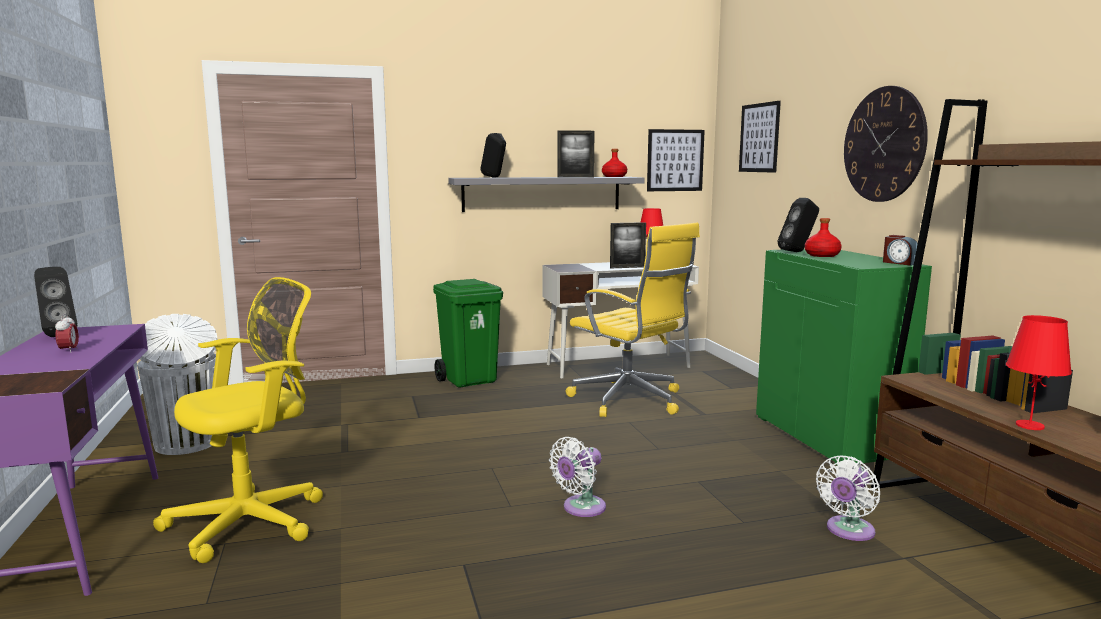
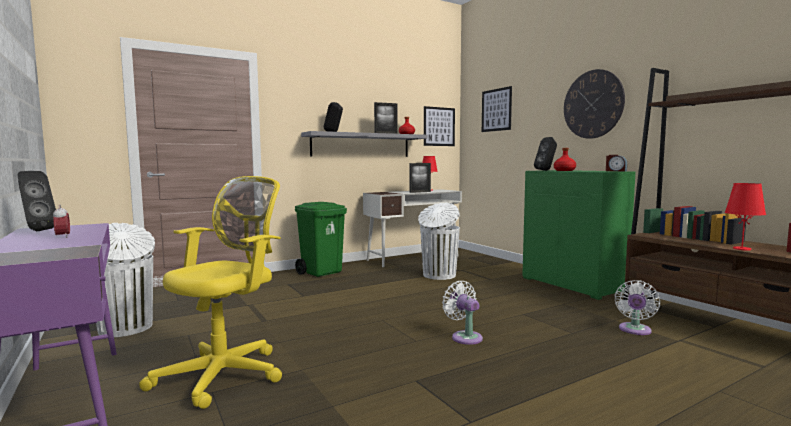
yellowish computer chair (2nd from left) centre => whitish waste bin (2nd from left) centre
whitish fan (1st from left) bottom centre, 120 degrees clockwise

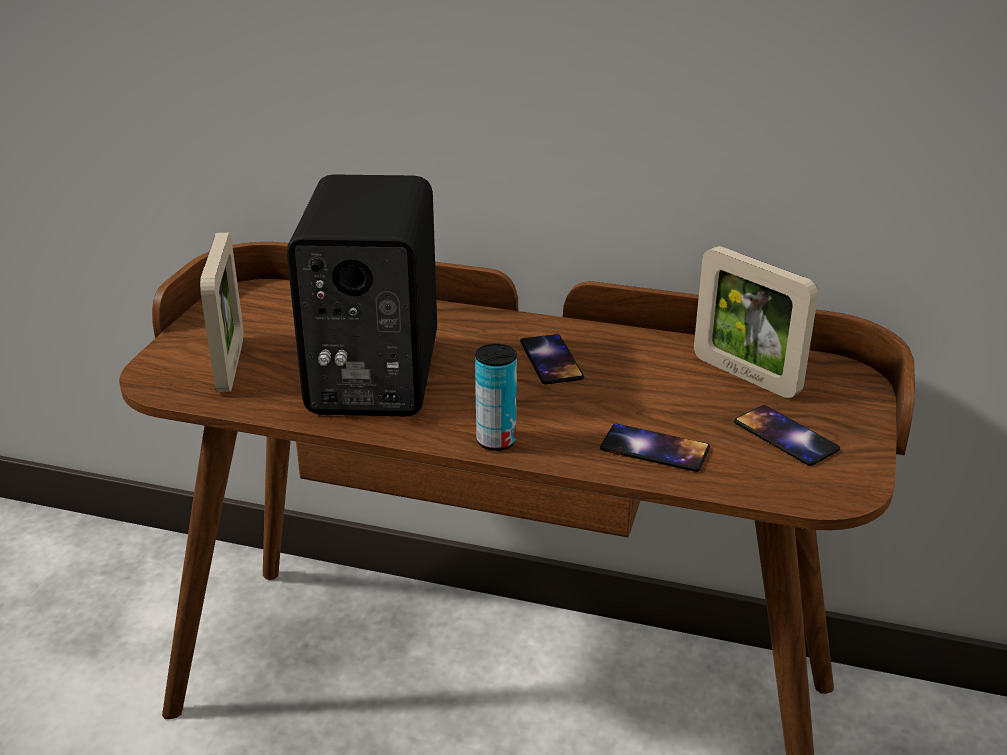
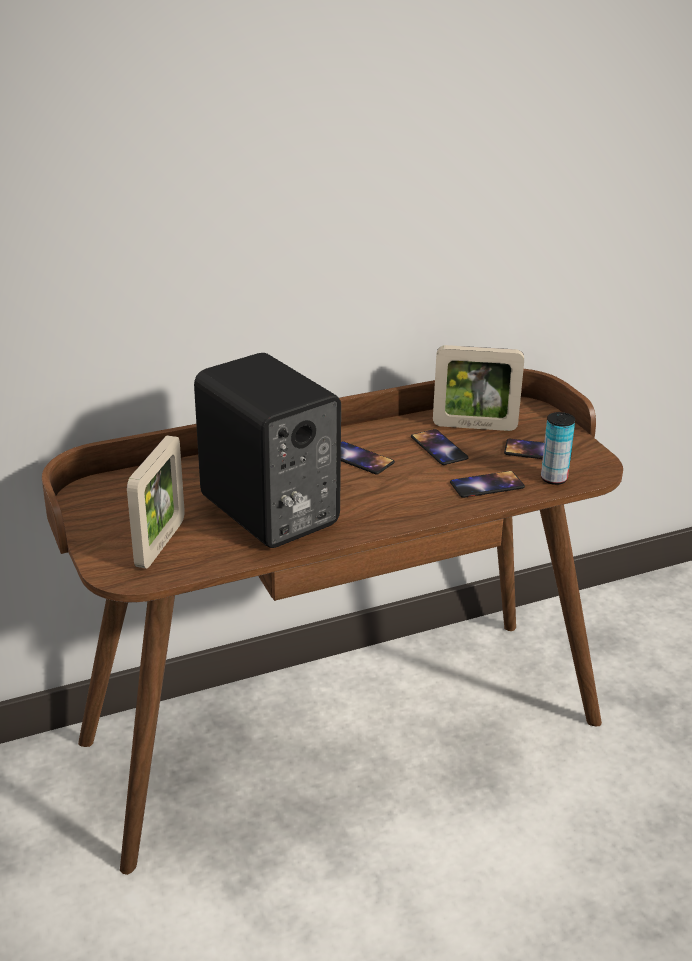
photo frame (1st from left) middle left, 60 degrees clockwise
nothing => telephone (2nd from left) centre
can centre => can middle right, move

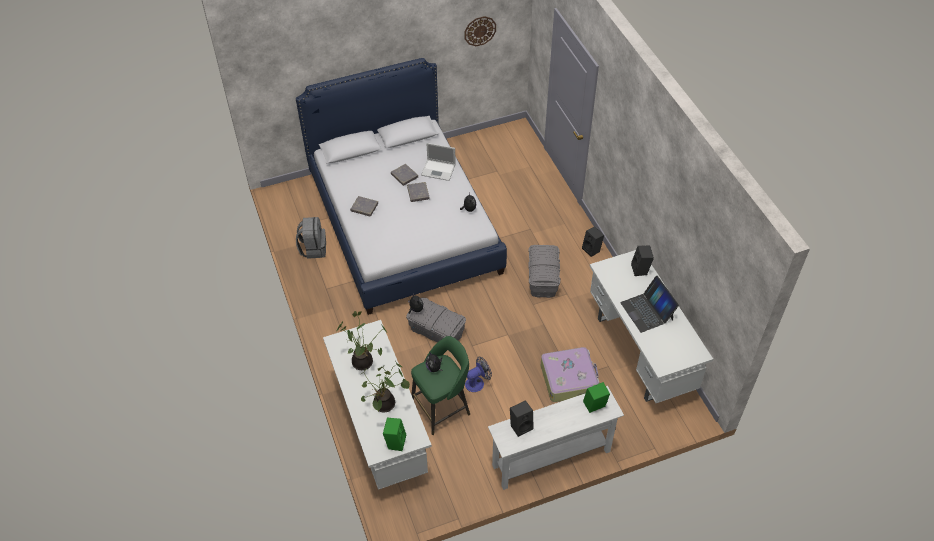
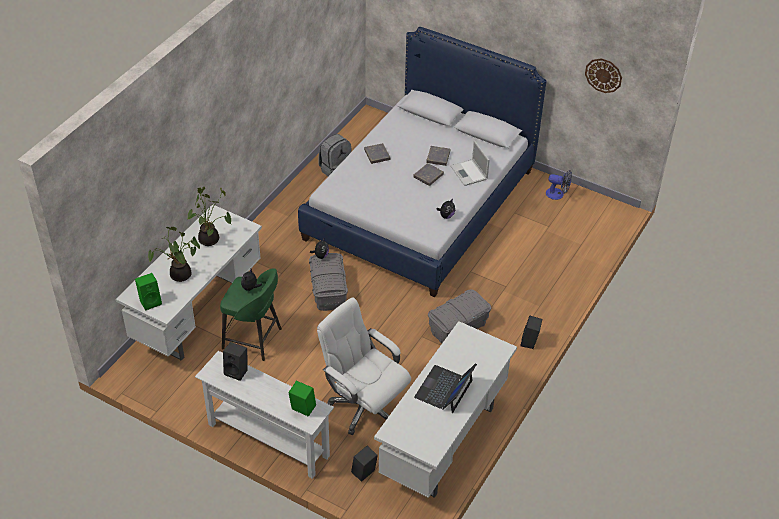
piece of luggage bottom centre => whitish computer chair bottom centre
black-coloured speaker (3rd from left in the first image) middle right => black-coloured speaker (2nd from left) bottom centre, move
fan bottom centre => fan middle right, move

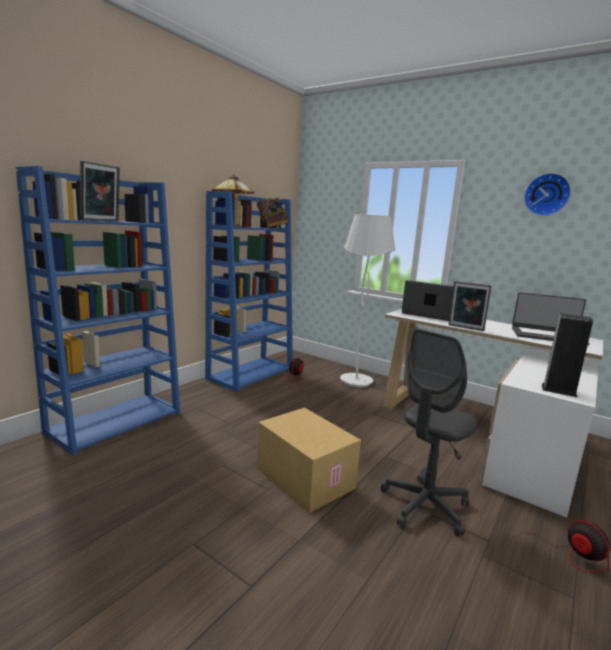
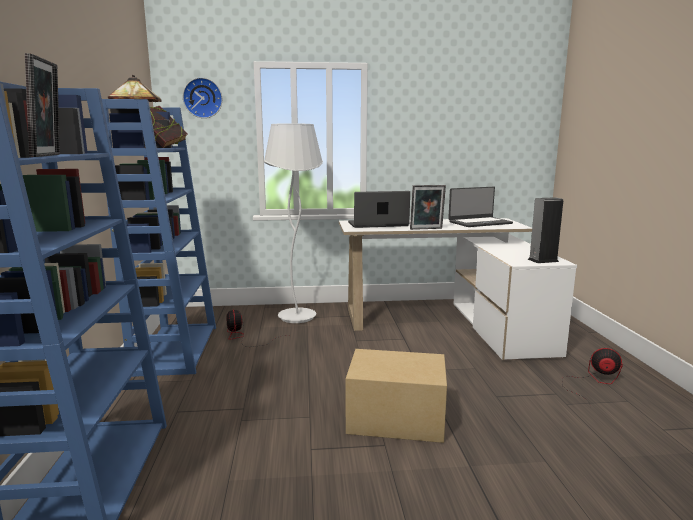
hanging clock top right => hanging clock top left, move
greyish computer chair middle right => nothing

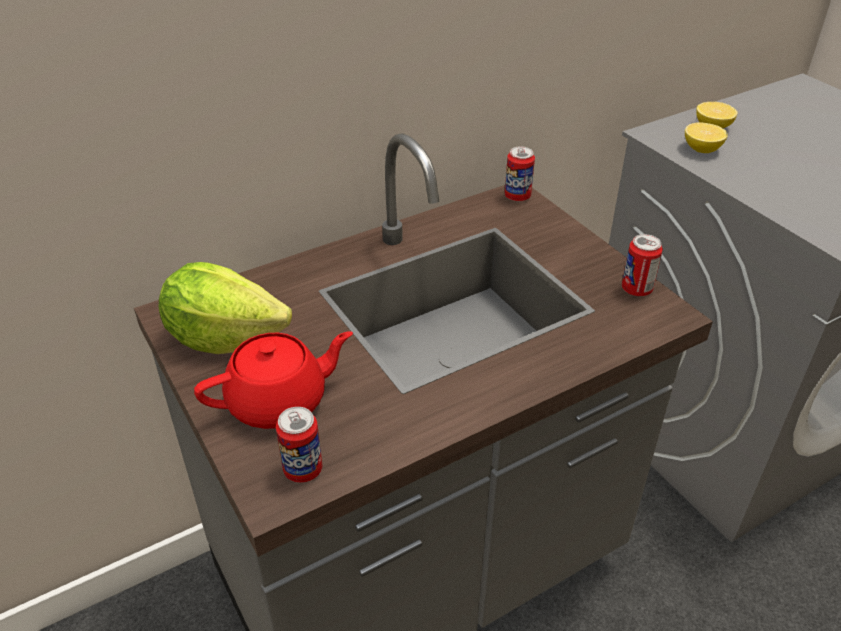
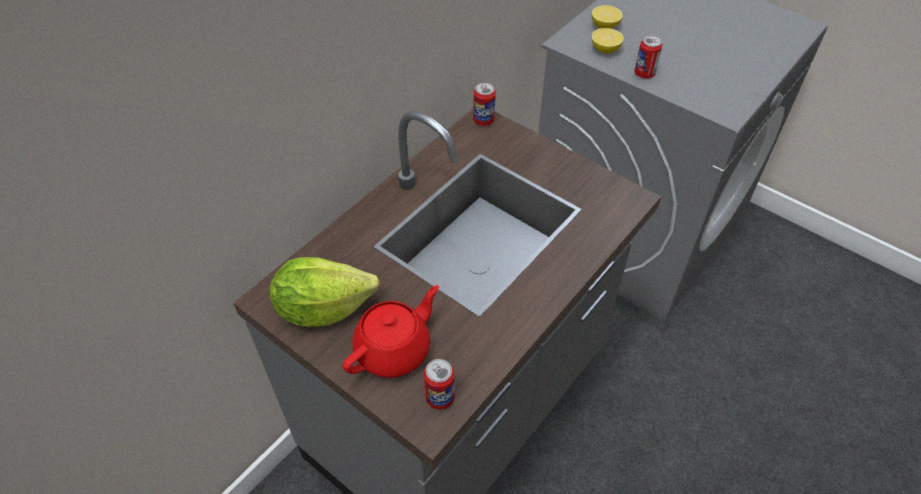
can (3rd from left) middle right => can (3rd from left) top right, move

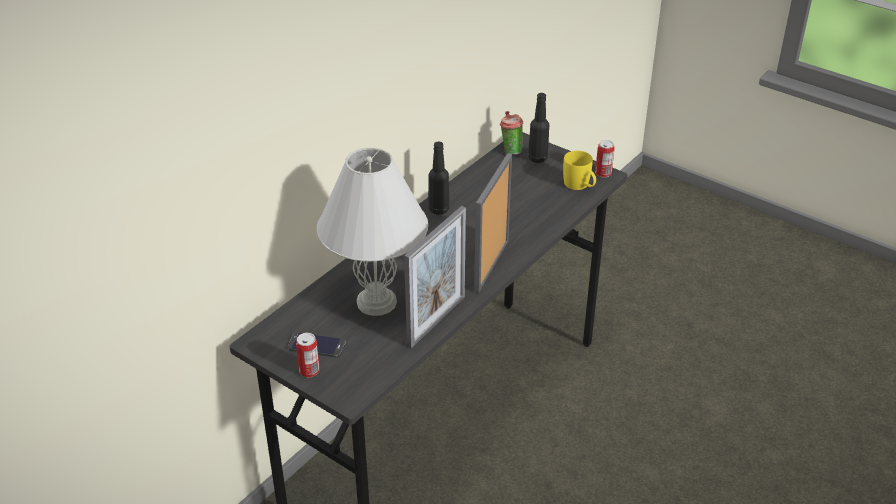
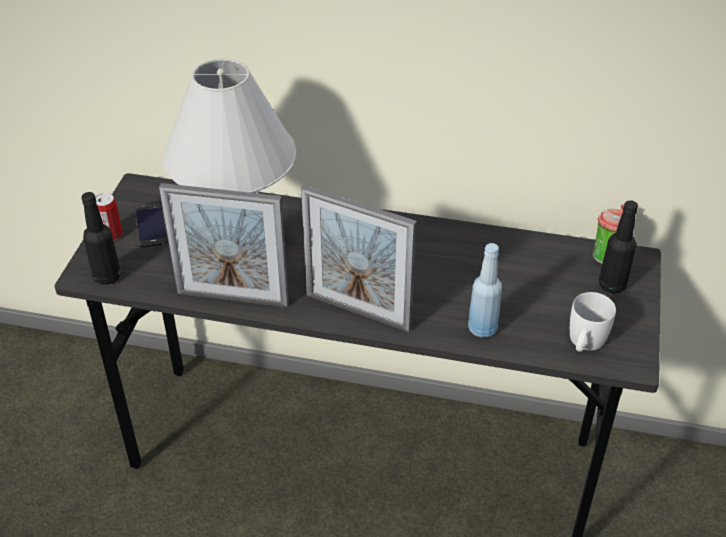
black-coloured beverage bottle (1st from left) centre => black-coloured beverage bottle (1st from left) middle left, move
photo frame (2nd from left) centre, 150 degrees counterclockwise
nothing => blue-coloured beverage bottle middle right
yellowish tea mug centre => whitish tea mug middle right
can (2nd from left) top right => nothing

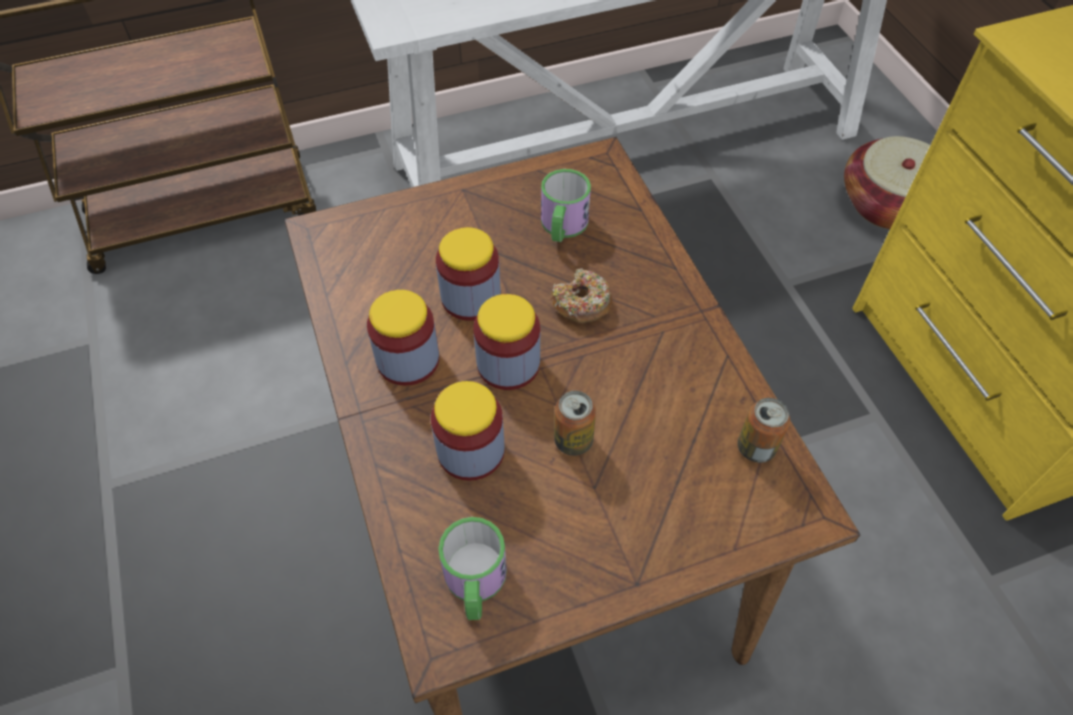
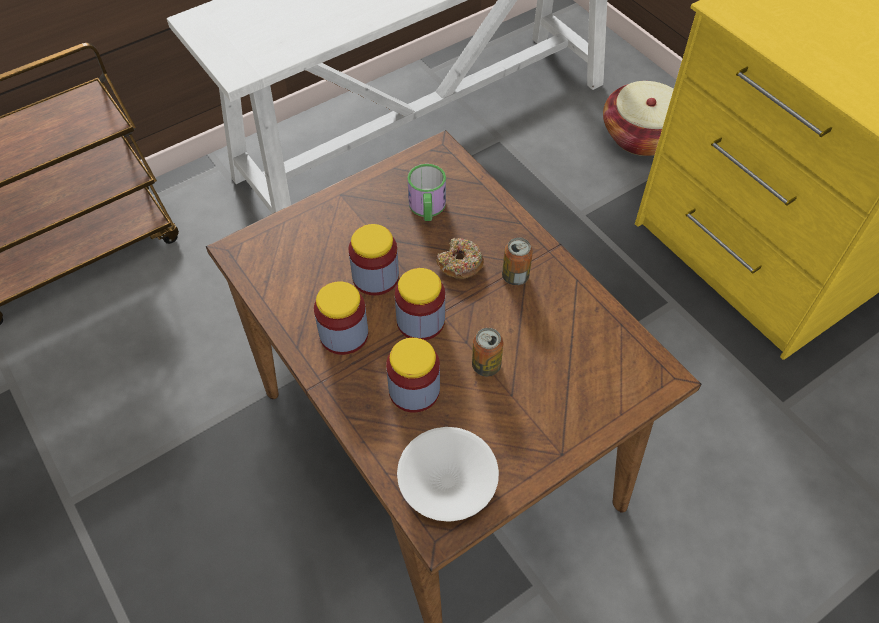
tea mug (1st from left) bottom centre => whitish deep dish bottom centre
can (2nd from left) middle right => can (2nd from left) centre, move

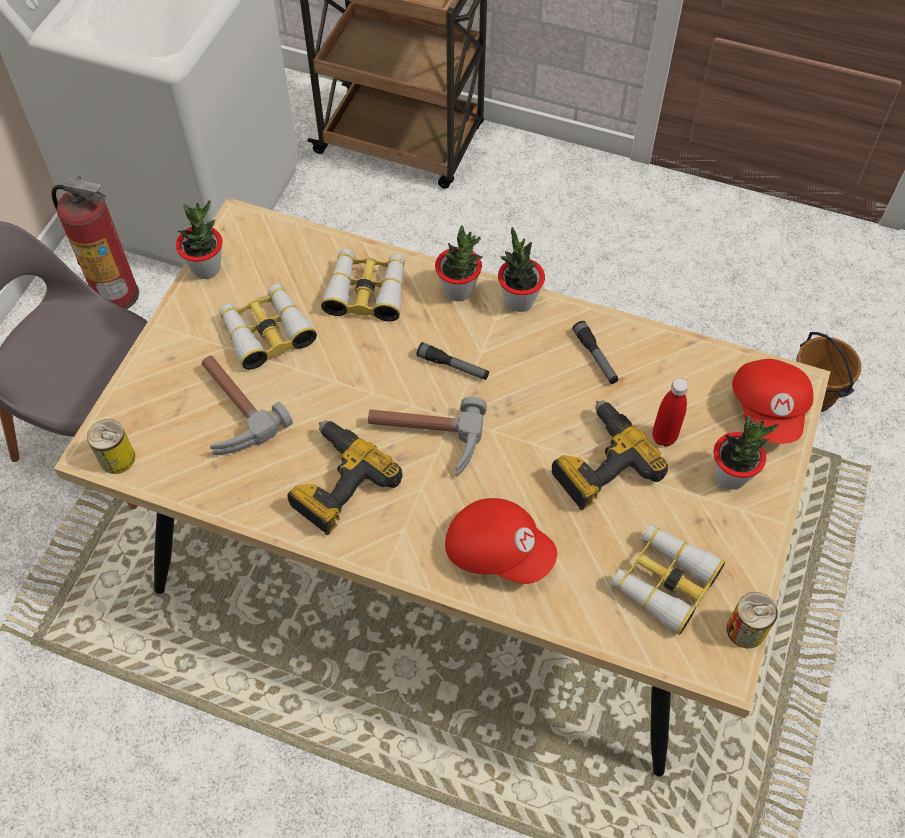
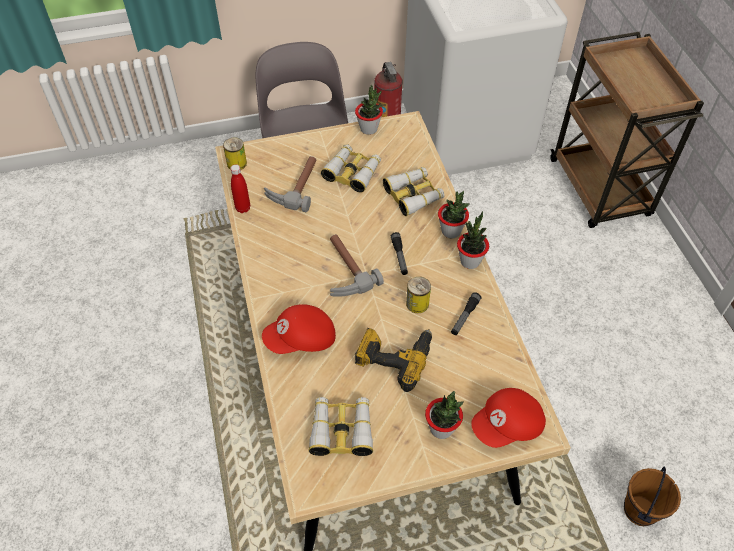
reddish beverage bottle middle right => reddish beverage bottle middle left, move
reddish peaked cap (1st from left) centre, 75 degrees clockwise
can (2nd from left) bottom right => can (2nd from left) centre, move
electric drill (1st from left) centre => nothing

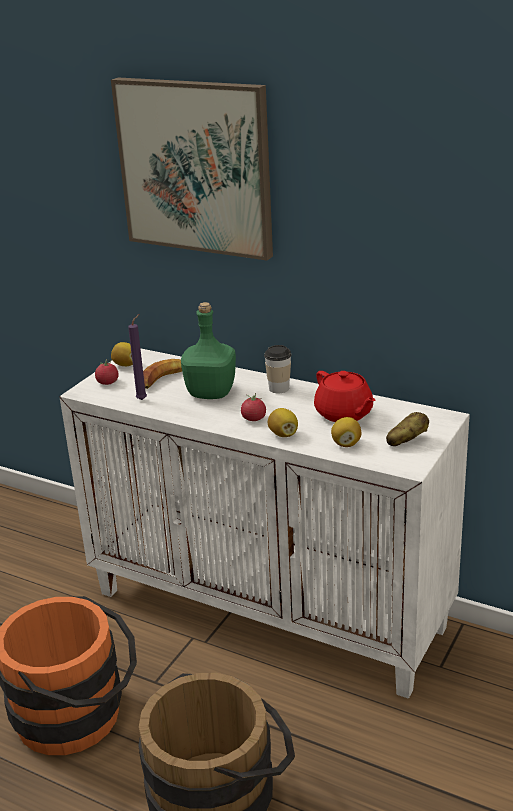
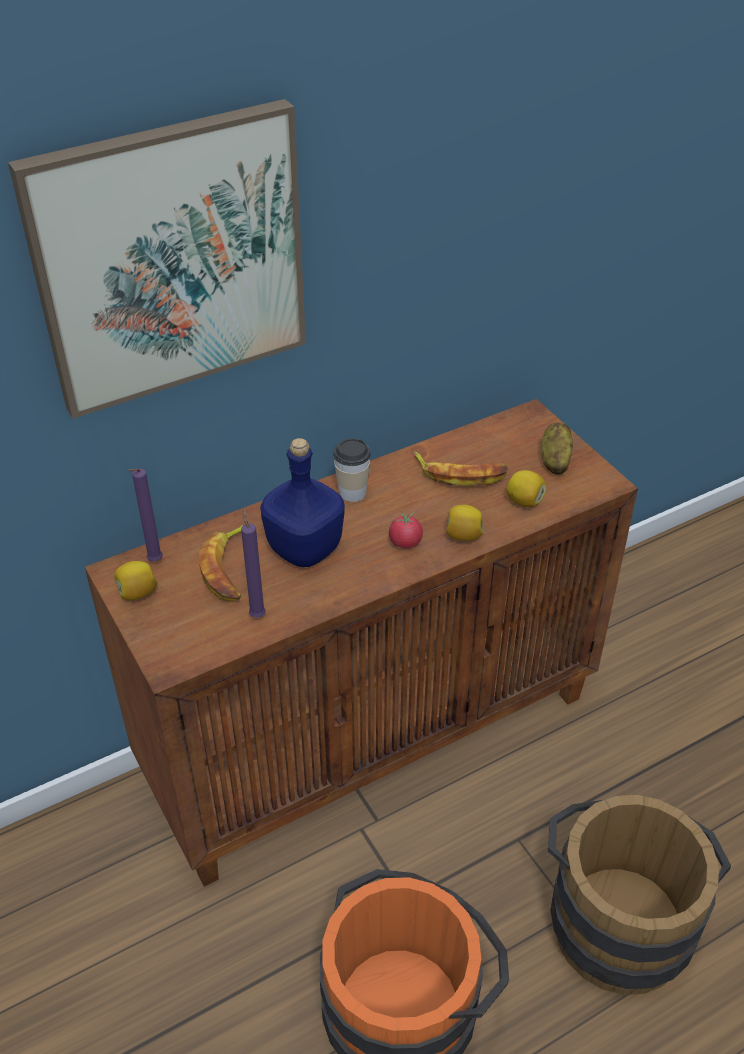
whitish cabinet centre => brown-coloured cabinet centre
nothing => purplish candle (1st from left) middle left
green beverage bottle centre => blue-coloured beverage bottle centre
reddish pot for tea middle right => whole banana (2nd from left) centre
tomato (1st from left) middle left => nothing

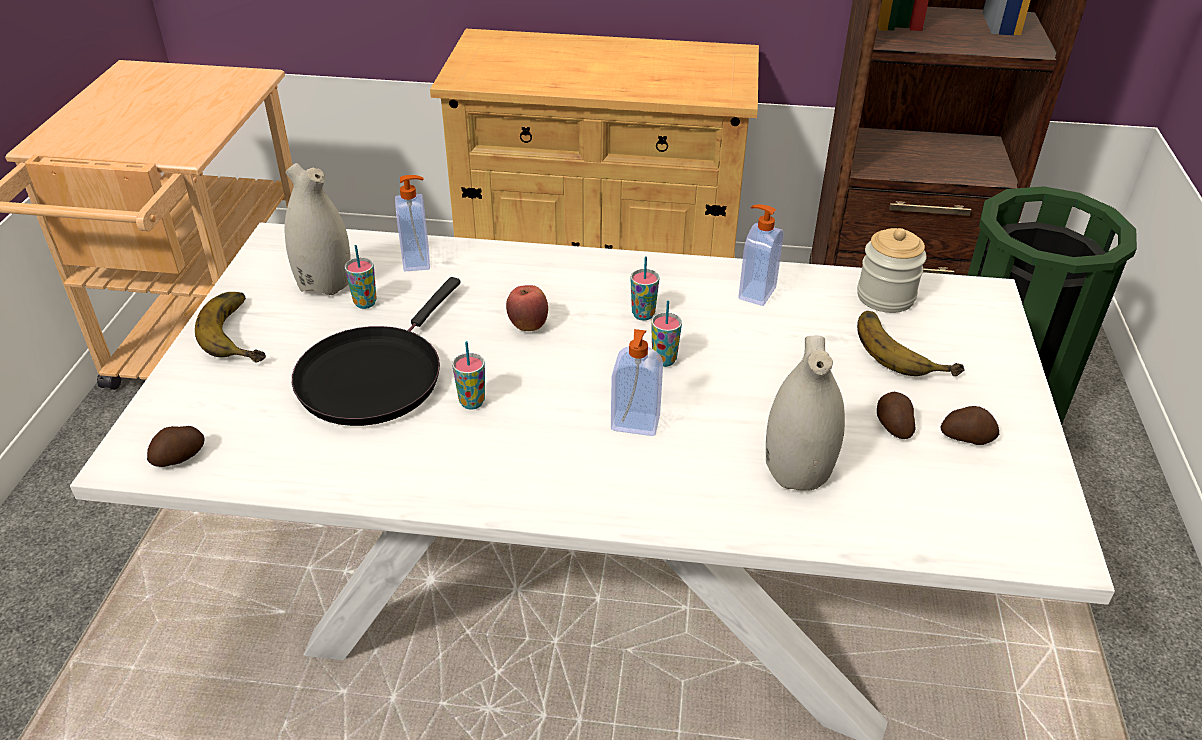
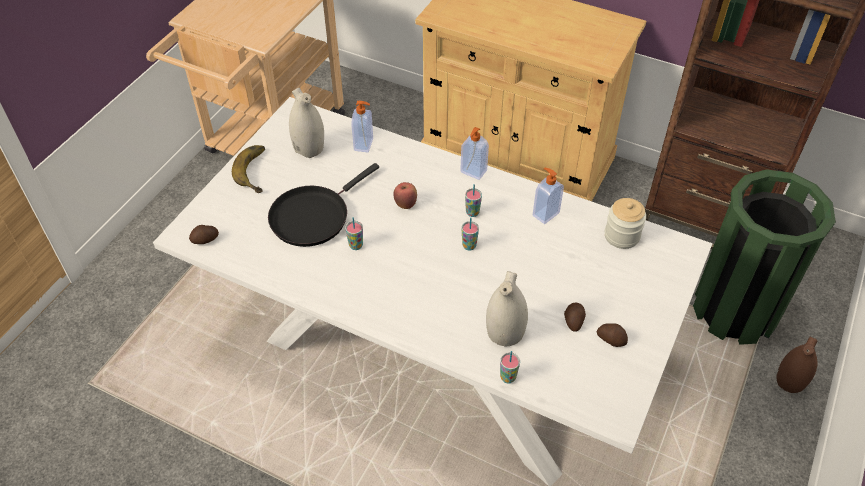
soap bottle (2nd from left) centre => soap bottle (2nd from left) top centre, move
drinking cup (1st from left in the first image) middle left => drinking cup (4th from left) bottom centre, move
nothing => brown-coloured flower vase bottom right
whole banana (2nd from left) middle right => nothing

